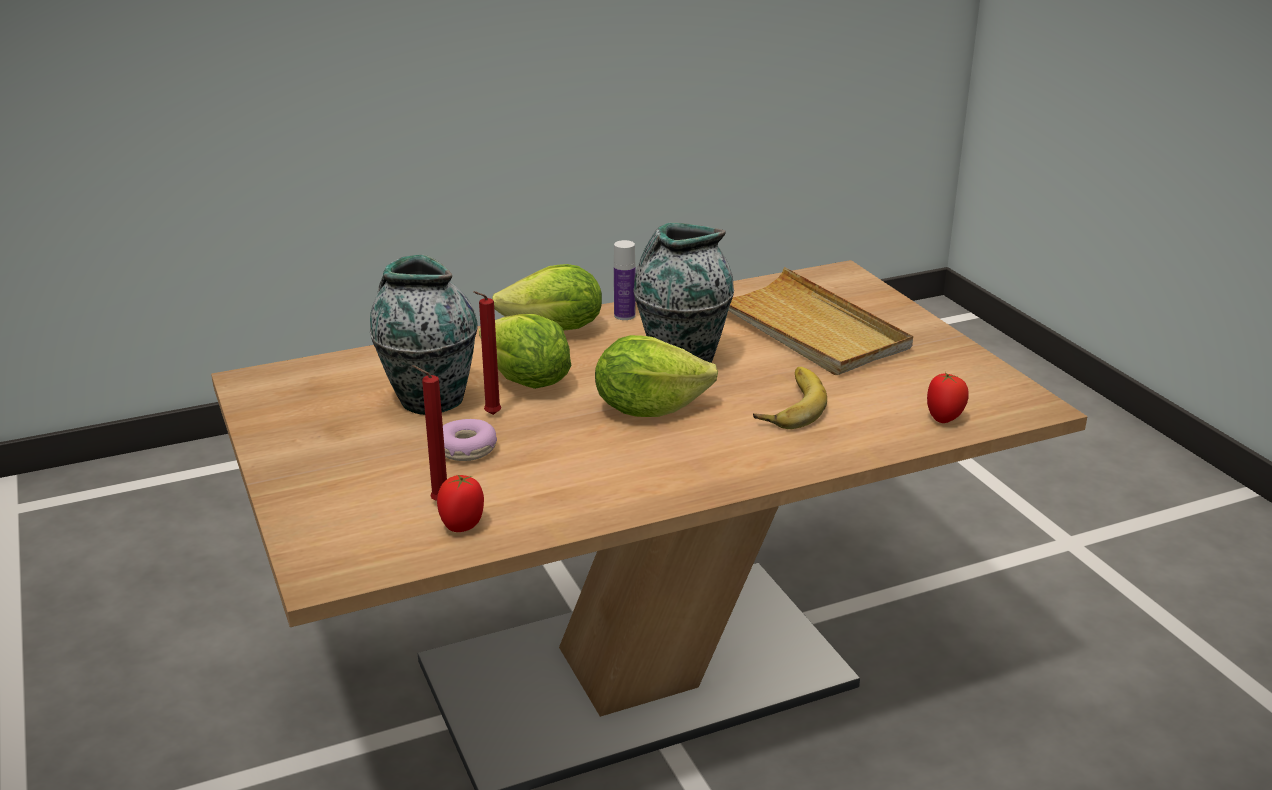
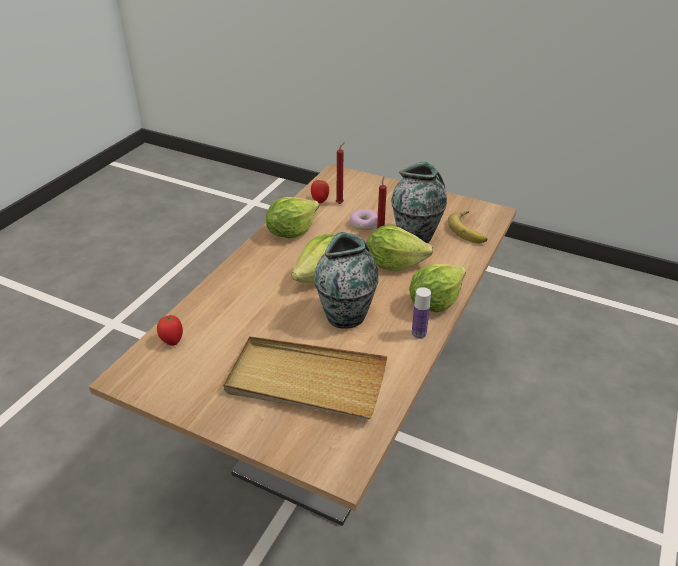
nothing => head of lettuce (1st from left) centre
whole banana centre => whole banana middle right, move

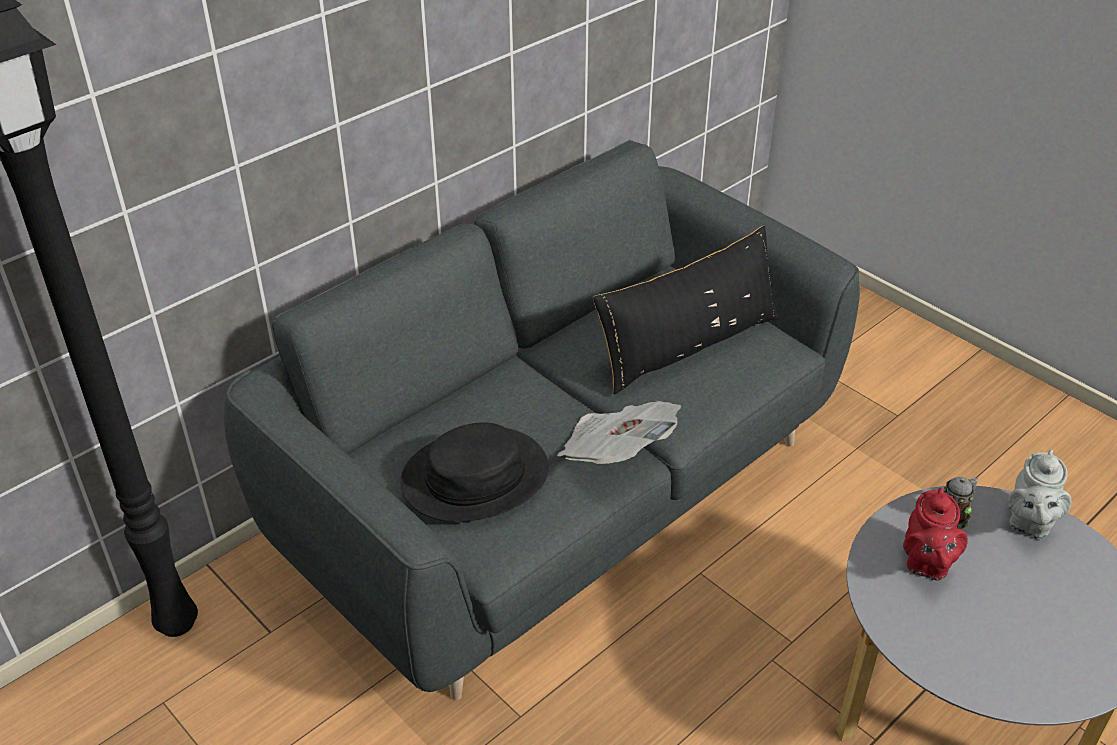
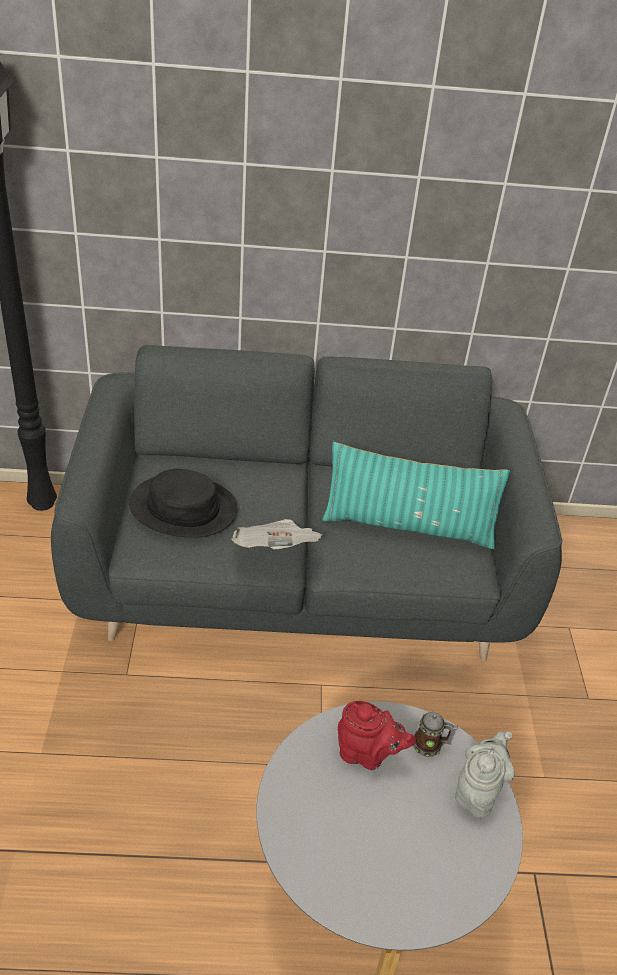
black-coloured throw pillow centre => turquoise throw pillow middle right
reddish pot for tea bottom right => reddish pot for tea bottom centre, 120 degrees counterclockwise
greyish pot for tea middle right => greyish pot for tea bottom right, 150 degrees clockwise

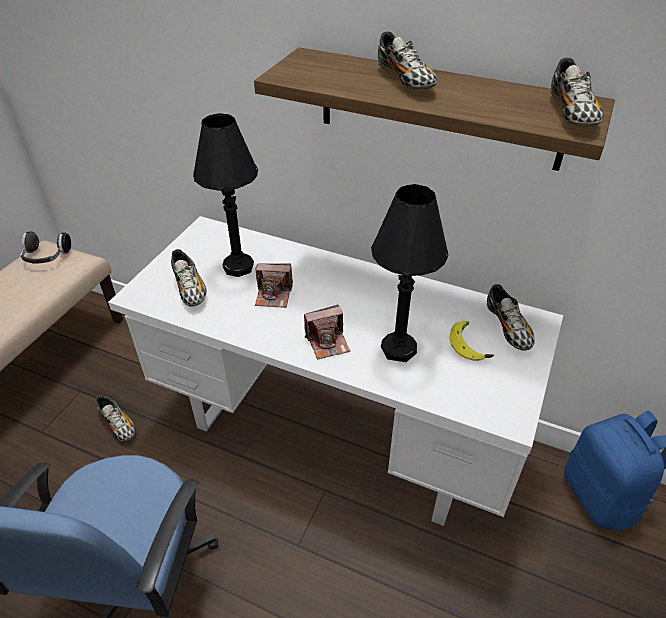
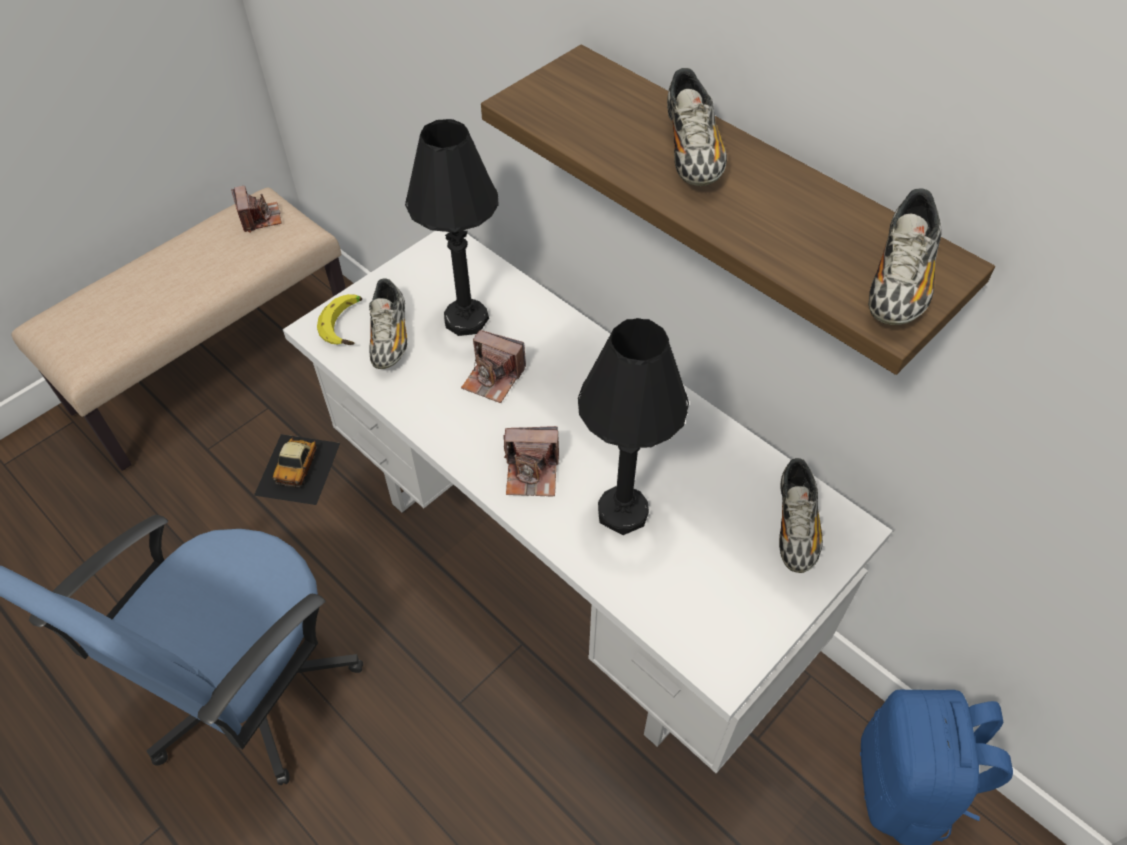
headset middle left => still camera (1st from left) top left
shoe (1st from left) bottom left => toy car middle left
whole banana middle right => whole banana middle left, move

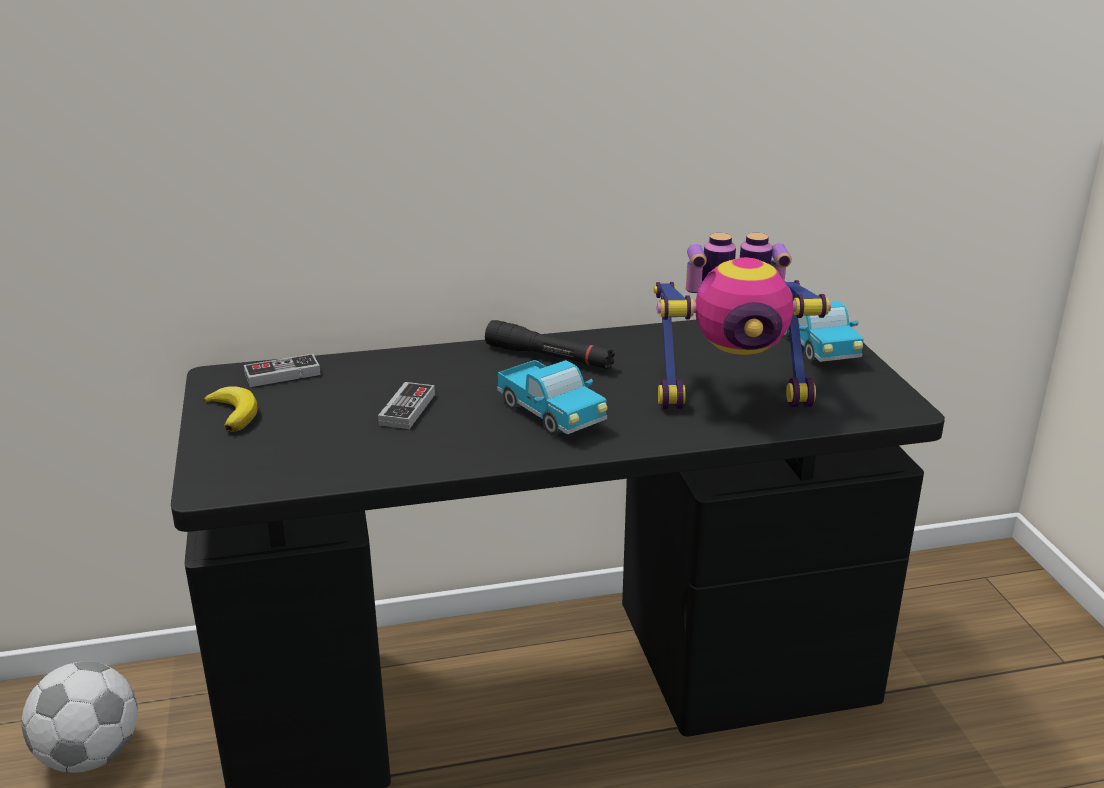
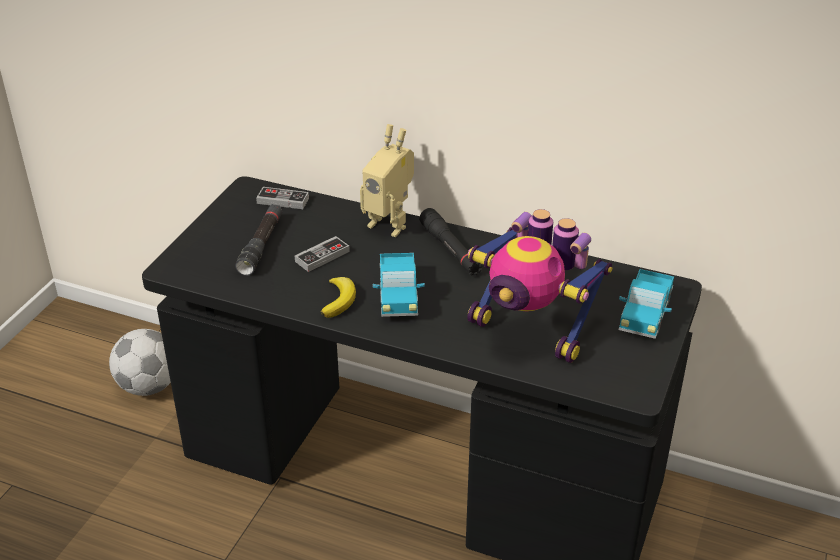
nothing => black-coloured flashlight (1st from left) middle left
whole banana middle left => whole banana centre, move
nothing => model robot (1st from left) top centre

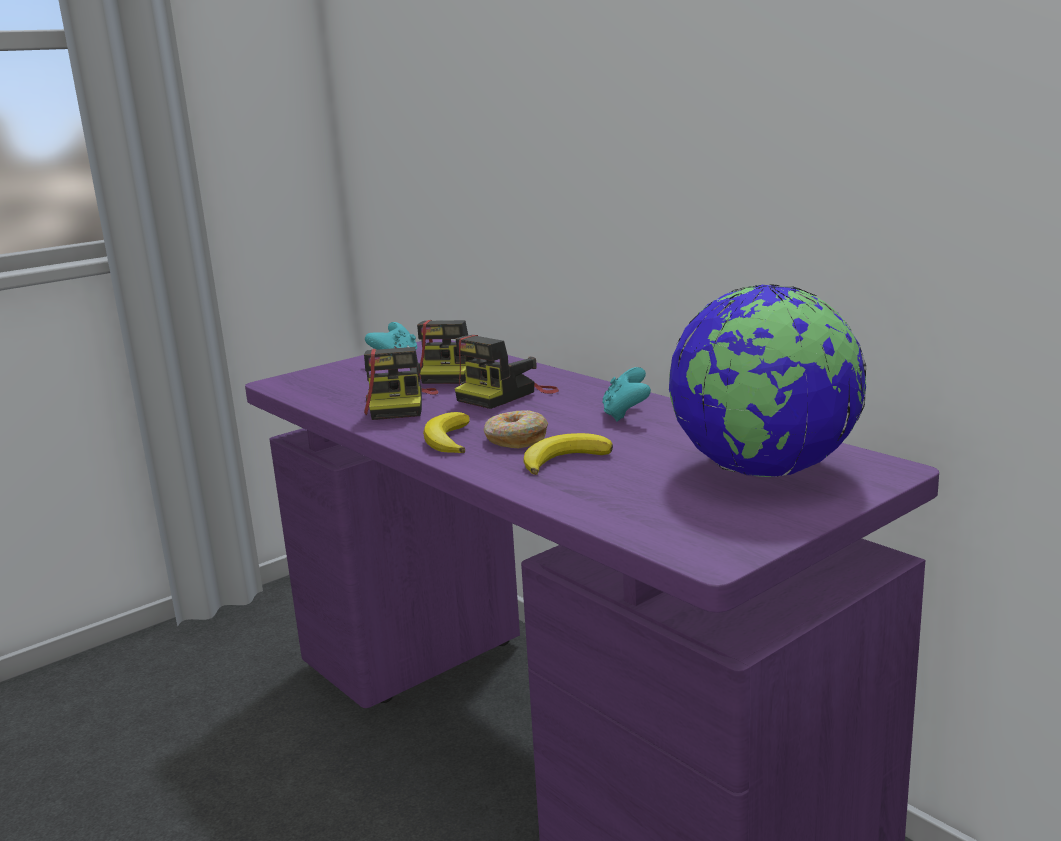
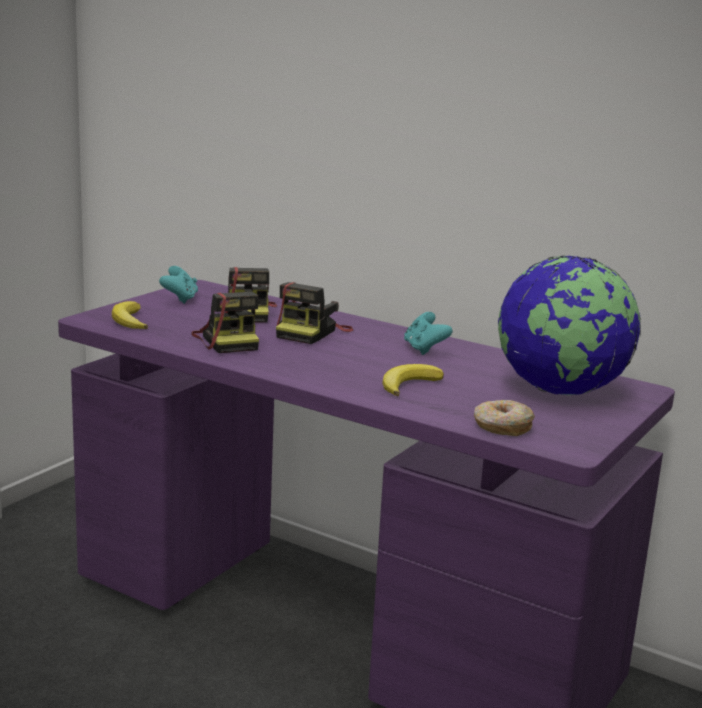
whole banana (1st from left) centre => whole banana (1st from left) middle left, move
ring doughnut centre => ring doughnut middle right, move

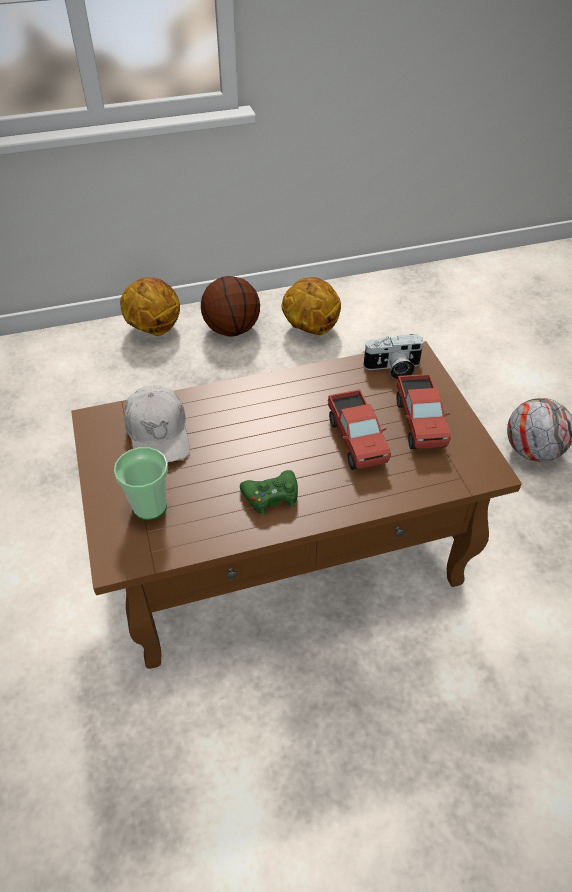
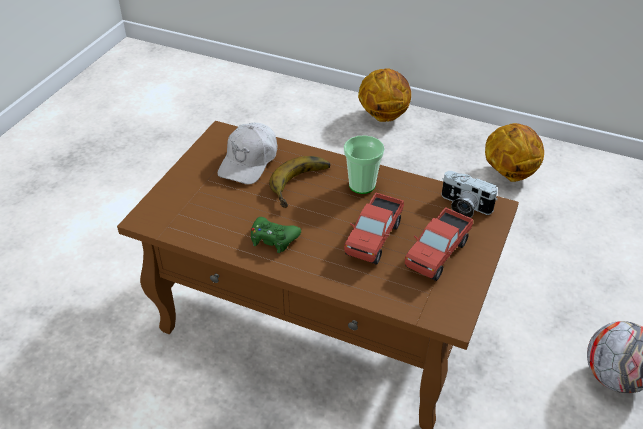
nothing => whole banana centre
drinking cup middle left => drinking cup centre, move
basketball (2nd from left) centre => nothing

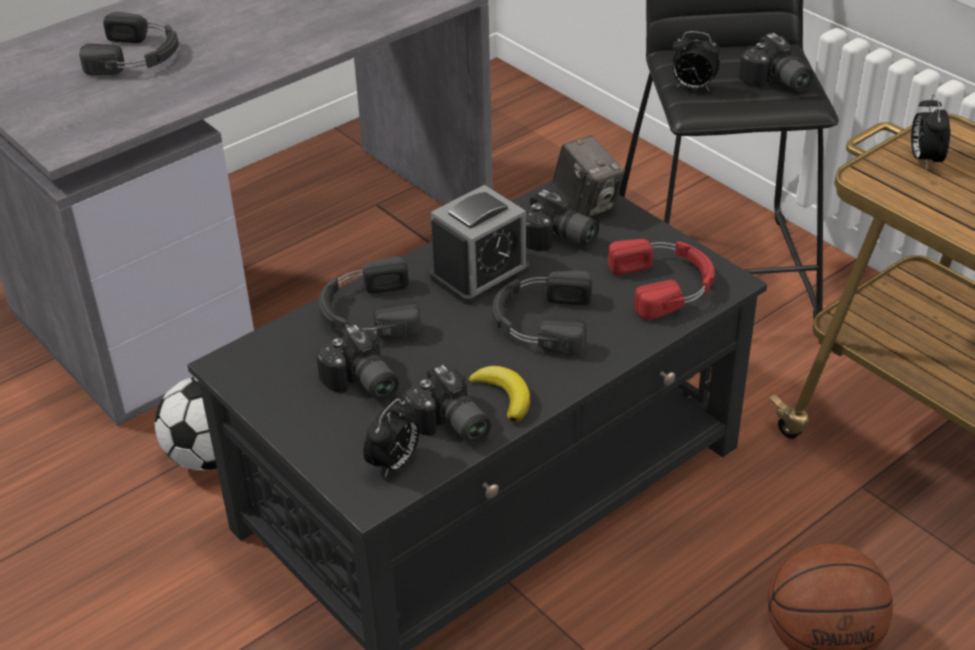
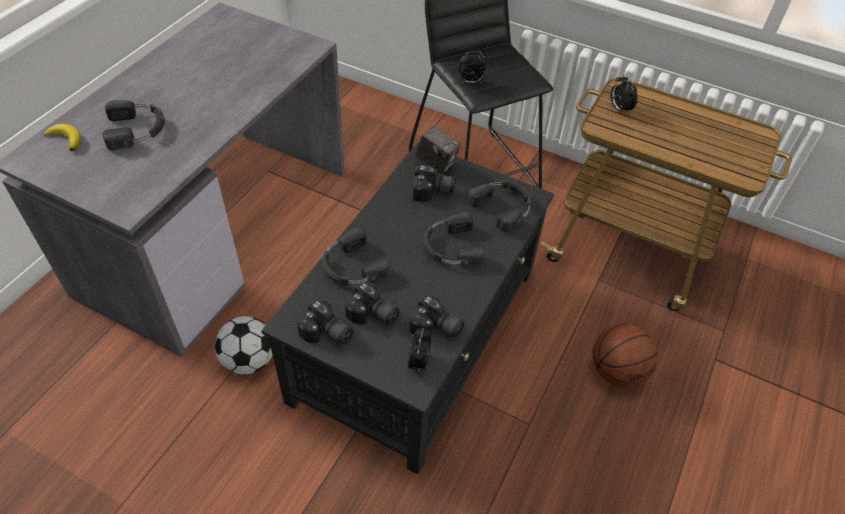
whole banana centre => whole banana top left, move
still camera (5th from left in the first image) top right => still camera (1st from left) centre, move
reddish headset middle right => black-coloured headset (4th from left) centre
table clock (2nd from left) centre => nothing

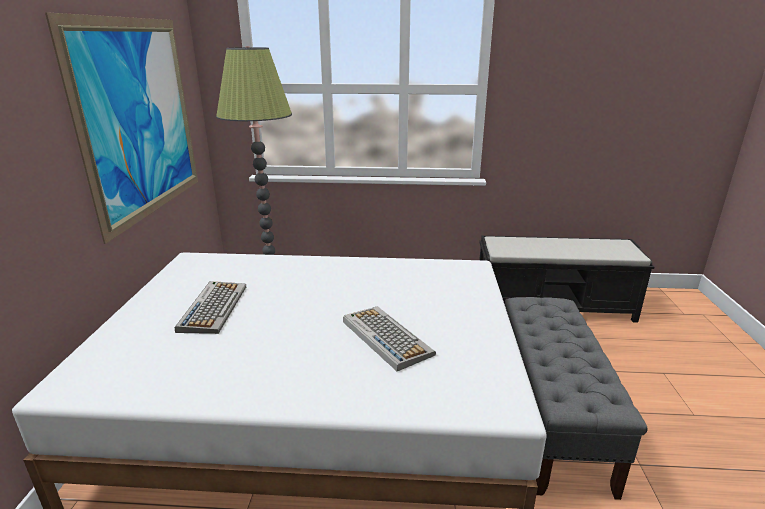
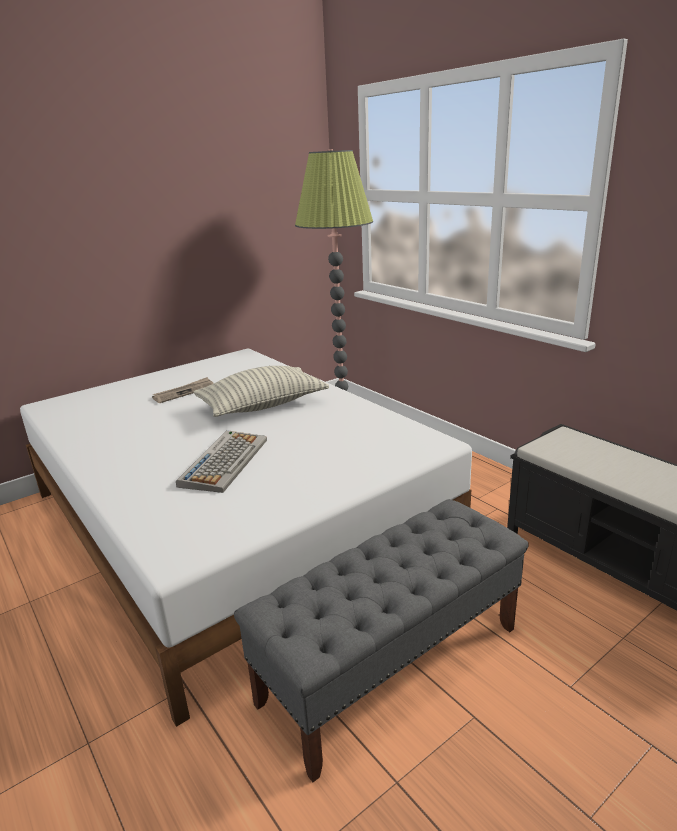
PC keyboard (1st from left) middle left => printed paper middle left
nothing => throw pillow centre
wall picture top left => nothing

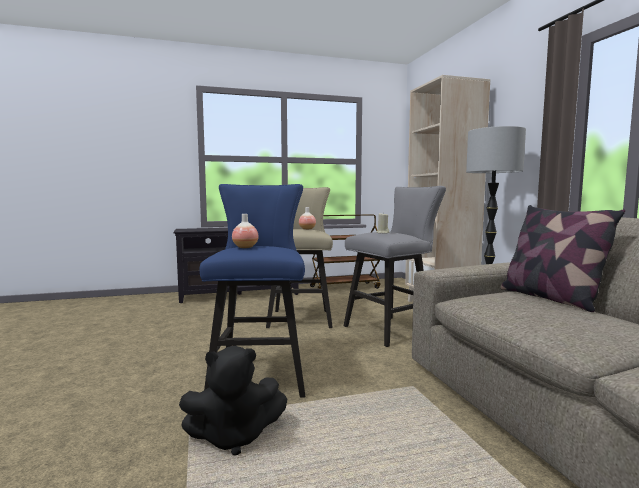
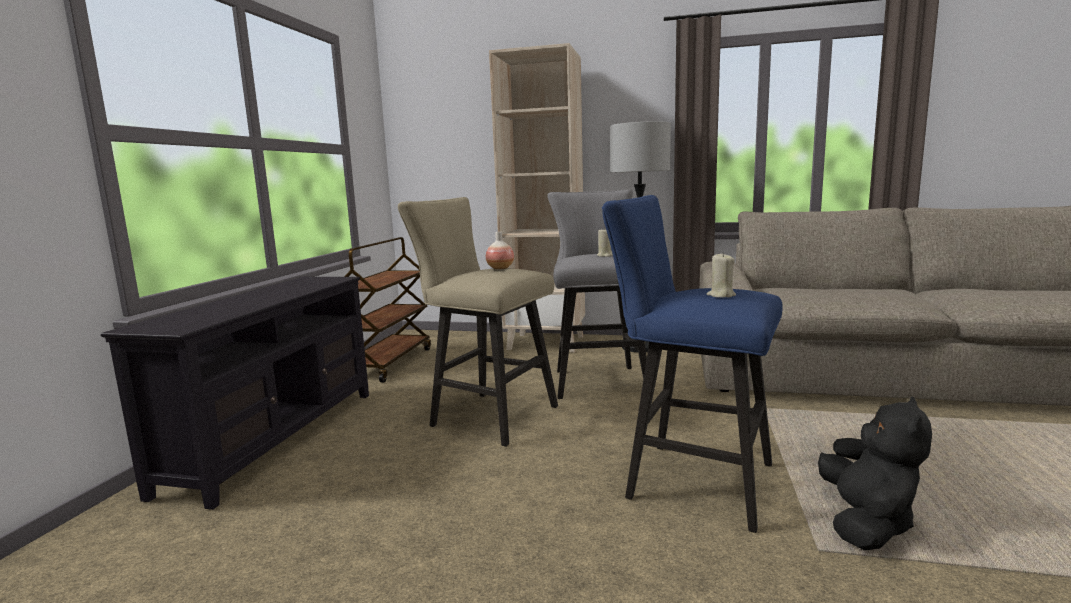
flower vase (1st from left) centre => beige candle (2nd from left) middle right
throw pillow middle right => nothing

